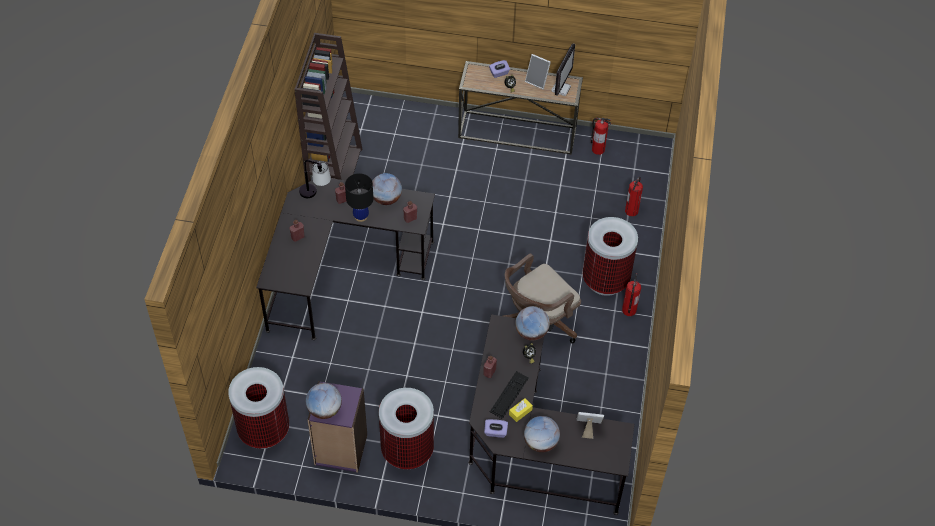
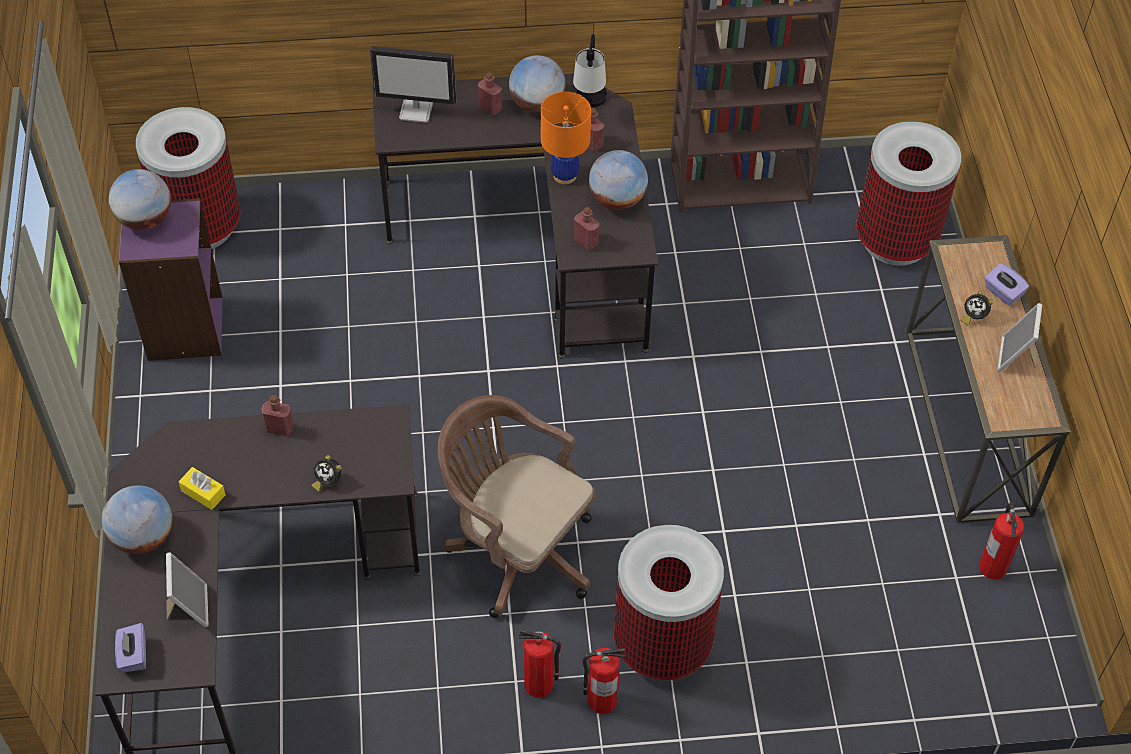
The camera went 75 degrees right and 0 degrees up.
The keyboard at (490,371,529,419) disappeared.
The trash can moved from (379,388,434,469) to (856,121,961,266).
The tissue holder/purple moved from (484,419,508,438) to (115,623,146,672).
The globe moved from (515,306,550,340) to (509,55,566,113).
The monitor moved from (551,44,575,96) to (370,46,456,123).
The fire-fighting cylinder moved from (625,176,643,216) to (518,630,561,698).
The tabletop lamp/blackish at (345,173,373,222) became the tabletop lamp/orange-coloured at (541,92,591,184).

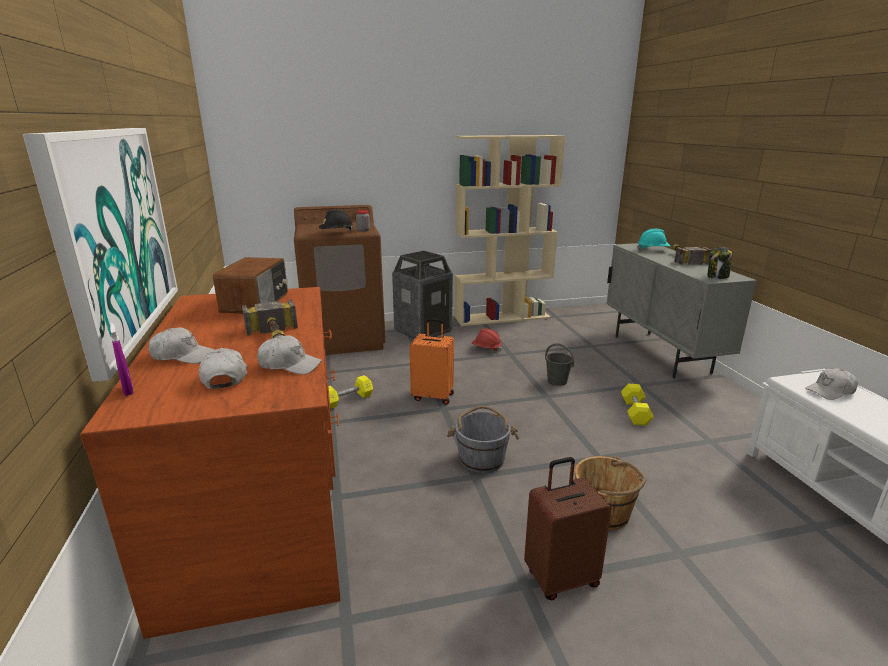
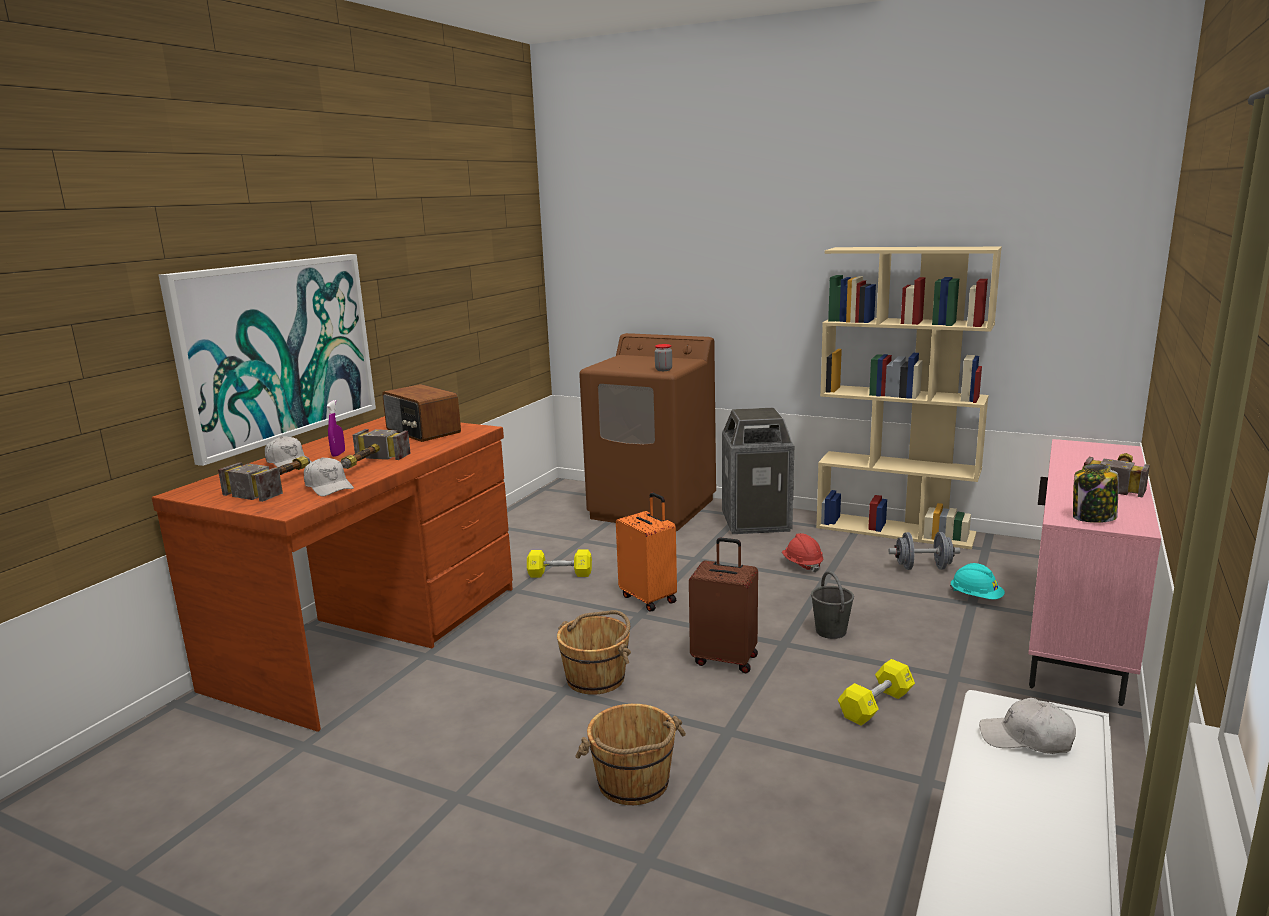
The camera went 40 degrees right and 5 degrees down.
The hard hat/blackish at (319,209,353,231) disappeared.
The dumbbell/gray at (889,532,960,570) appeared.
The hand sprayer/purple moved from (110,323,134,396) to (327,400,345,457).
The piece of luggage/brown moved from (524,457,612,600) to (689,537,758,673).
The hard hat/blue-green moved from (637,229,671,250) to (950,563,1005,599).
The baseball cap/white at (199,348,247,389) was replaced by the tool hammer at (218,456,310,502).
The water bucket/gray at (447,406,519,473) became the water bucket/brown at (557,610,631,695).
The cupboard/gray at (606,243,757,379) became the cupboard/pink-coloured at (1028,439,1161,706).
The radio set at (213,257,288,313) turned 90 degrees clockwise.

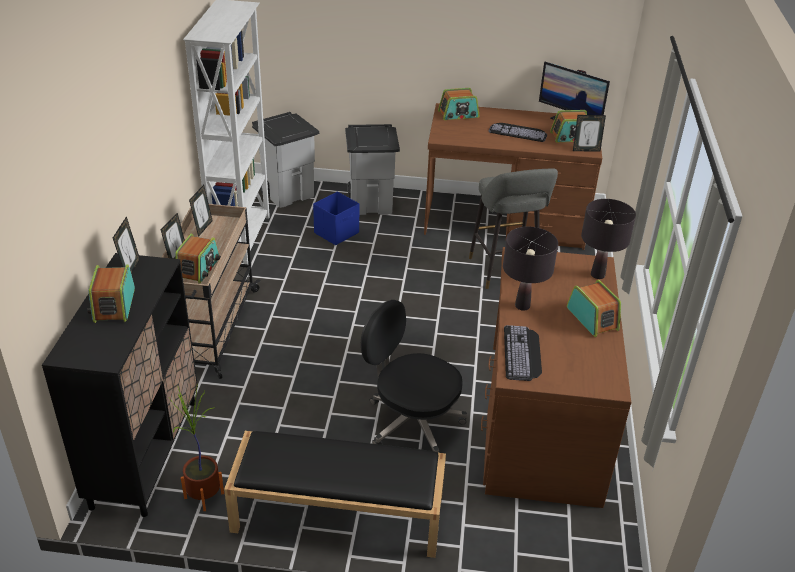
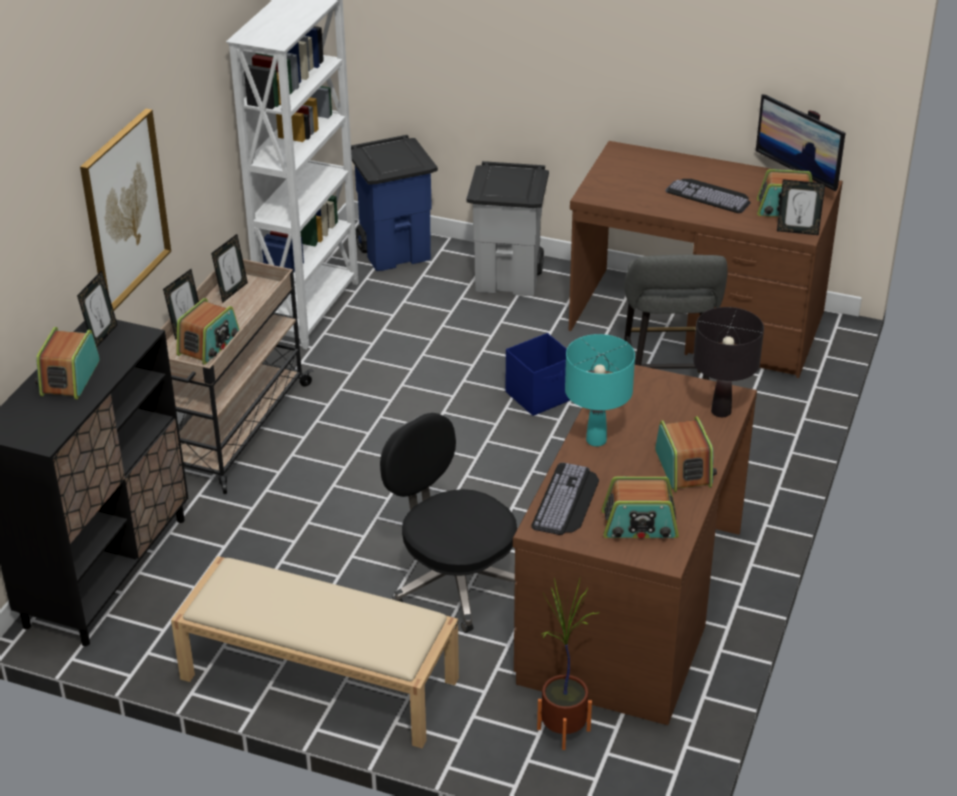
The camera went 15 degrees right and 0 degrees up.
The wall art at (80,109,171,311) appeared.
The potted plant moved from (169,388,224,511) to (537,578,599,750).
The storage bin/blue-coloured moved from (313,192,359,245) to (506,333,570,416).
The radio set moved from (438,88,480,120) to (602,476,679,539).
The bench/blackish at (224,431,446,558) became the bench/beige at (171,556,459,748).
The trash can/gray at (252,112,319,208) became the trash can/blue-coloured at (351,135,438,271).
The tabletop lamp/blackish at (503,227,558,311) became the tabletop lamp/blue-green at (565,334,635,447).

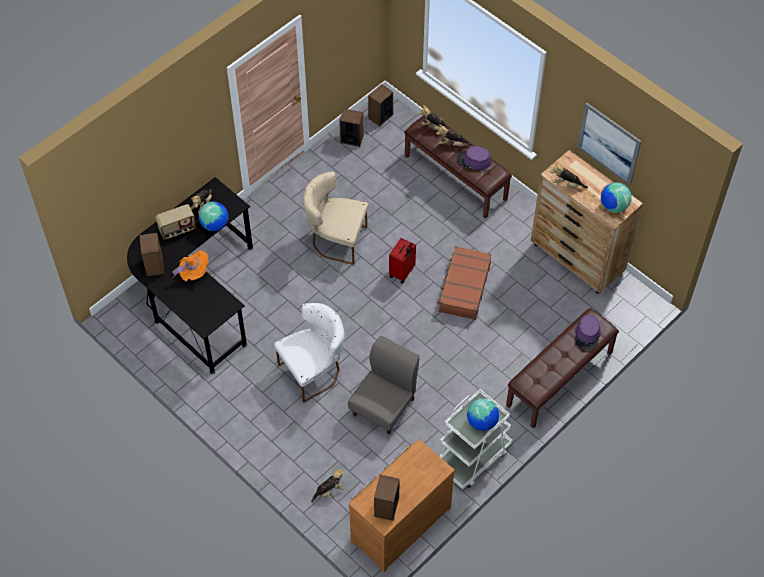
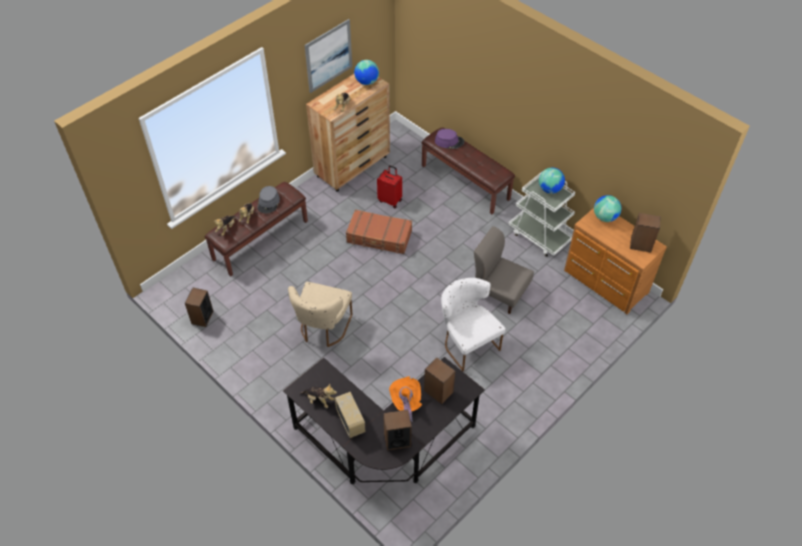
The camera went 90 degrees left and 5 degrees down.
The plush toy at (311,468,344,503) disappeared.
The globe moved from (199,202,228,231) to (594,195,622,222).
The audio speaker moved from (368,84,393,126) to (424,358,455,404).
The piece of luggage/reddish moved from (389,238,416,283) to (377,165,402,208).
The clothing hat/purple at (456,146,491,170) became the clothing hat/gray at (257,186,280,214).

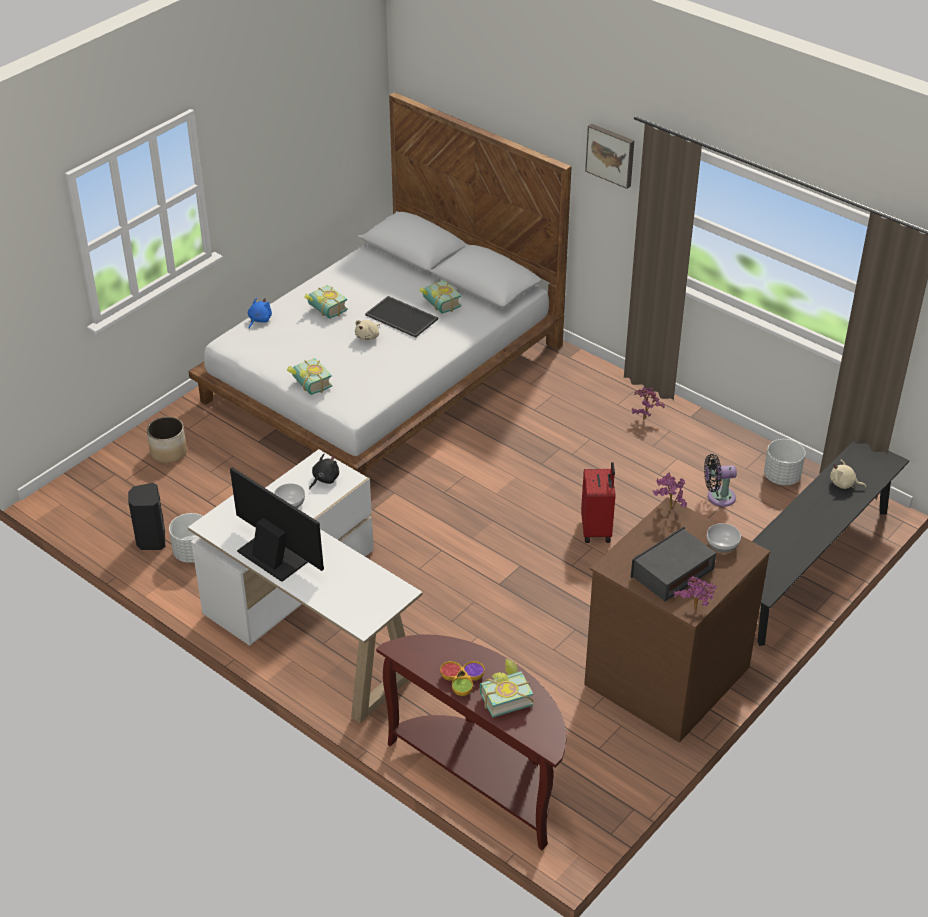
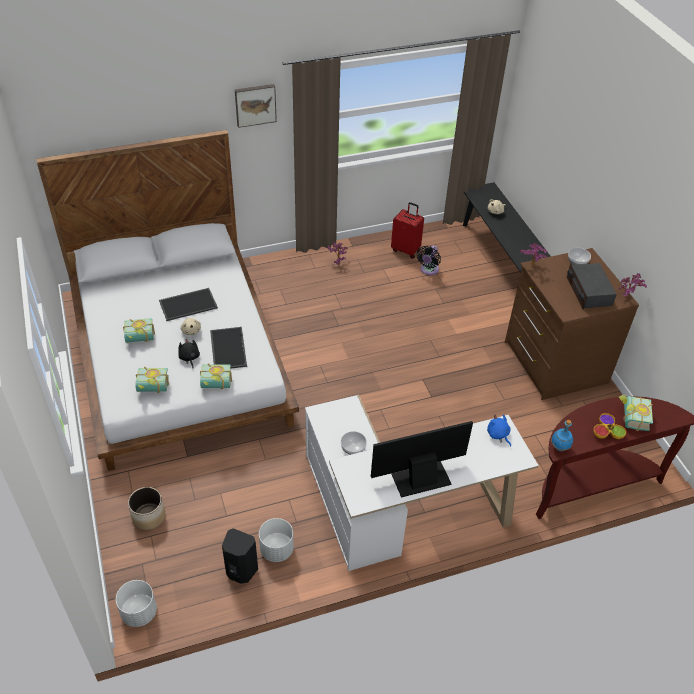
The camera went 60 degrees left and 5 degrees up.
The tray at (210,327,247,369) appeared.
The beverage bottle/blue-coloured at (551,420,573,451) appeared.
The plush toy/blue-coloured moved from (248,297,272,329) to (487,414,511,447).
The plush toy/blackish moved from (309,454,339,489) to (178,339,200,368).
The bound book moved from (419,280,461,314) to (135,367,169,393).
The piece of luggage/reddish moved from (581,462,615,543) to (391,202,424,259).
The planter/white moved from (764,439,805,485) to (116,580,157,627).

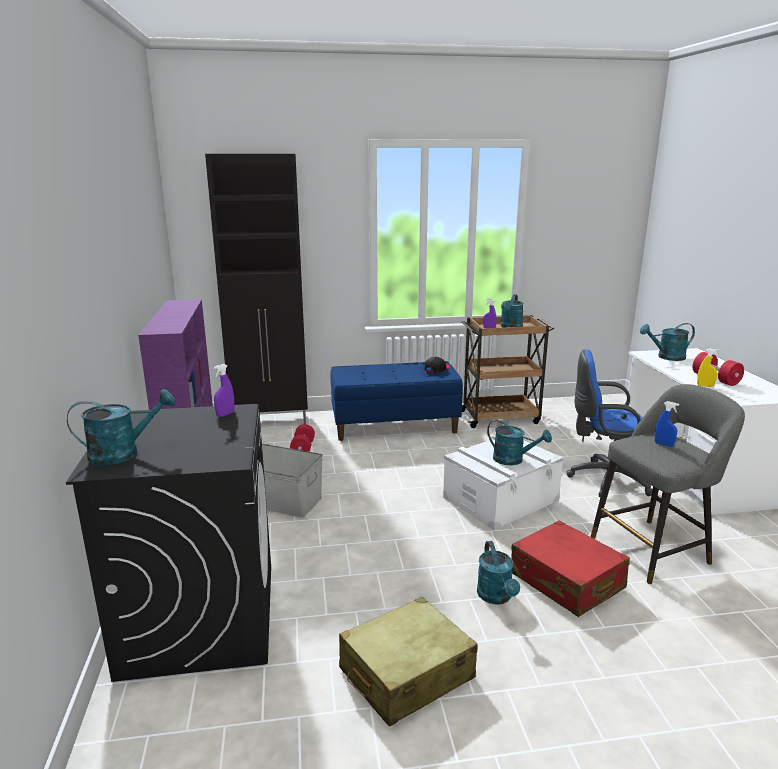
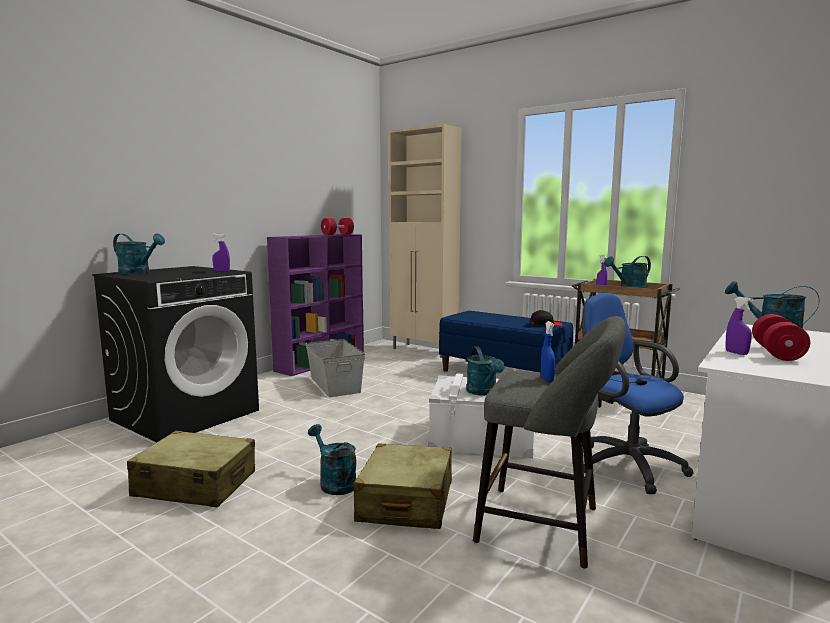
The camera went 45 degrees right and 10 degrees down.
The dumbbell/reddish moved from (290,424,315,452) to (321,218,354,235).
The cupboard/blackish at (205,154,308,424) became the cupboard/beige at (389,124,462,358).
The piece of luggage/reddish at (511,521,630,617) became the piece of luggage/beige at (353,443,452,529).
The hand sprayer/yellow at (697,348,720,387) became the hand sprayer/purple at (726,297,753,355).
The watering can/blue-green at (477,541,520,605) turned 105 degrees clockwise.

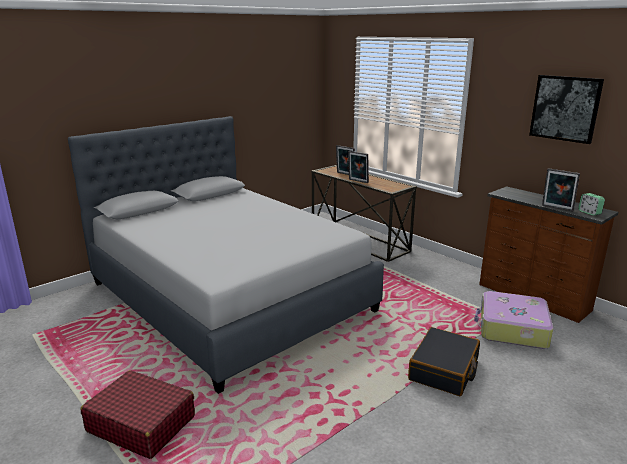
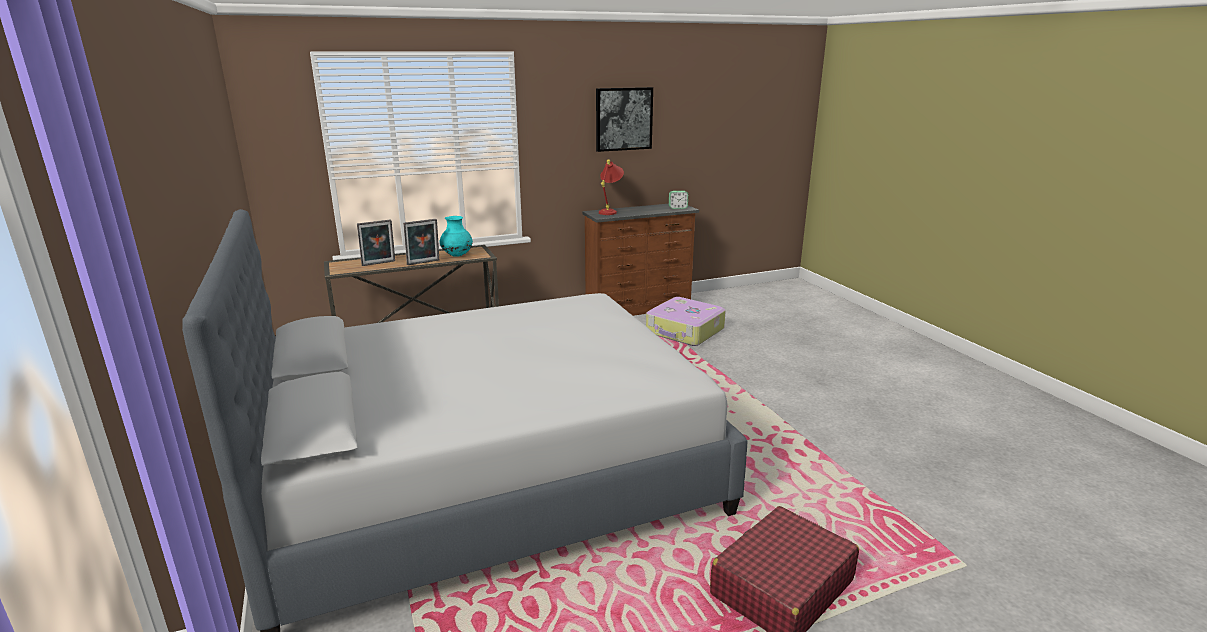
The camera went 70 degrees left and 0 degrees up.
The piece of luggage/blackish at (408,327,480,396) disappeared.
The picture frame at (542,168,580,211) disappeared.
The decorative vase/blue-green at (440,216,473,257) appeared.
The tabletop lamp/reddish at (599,159,624,215) appeared.

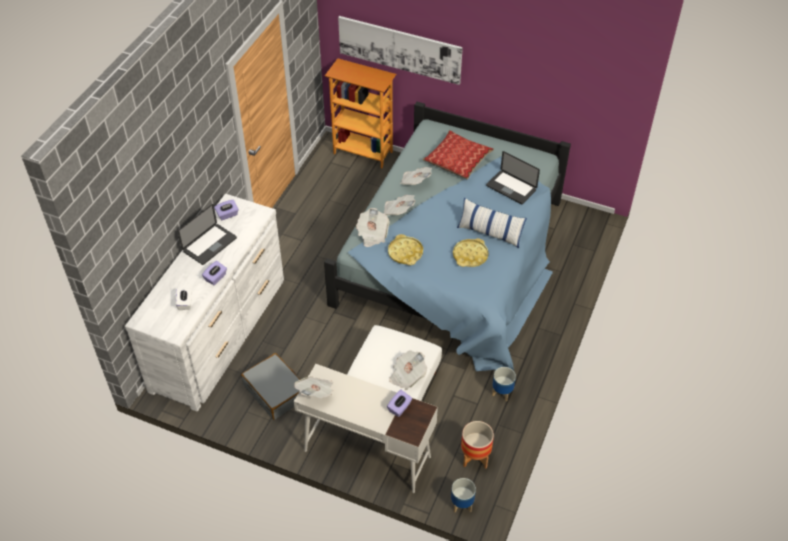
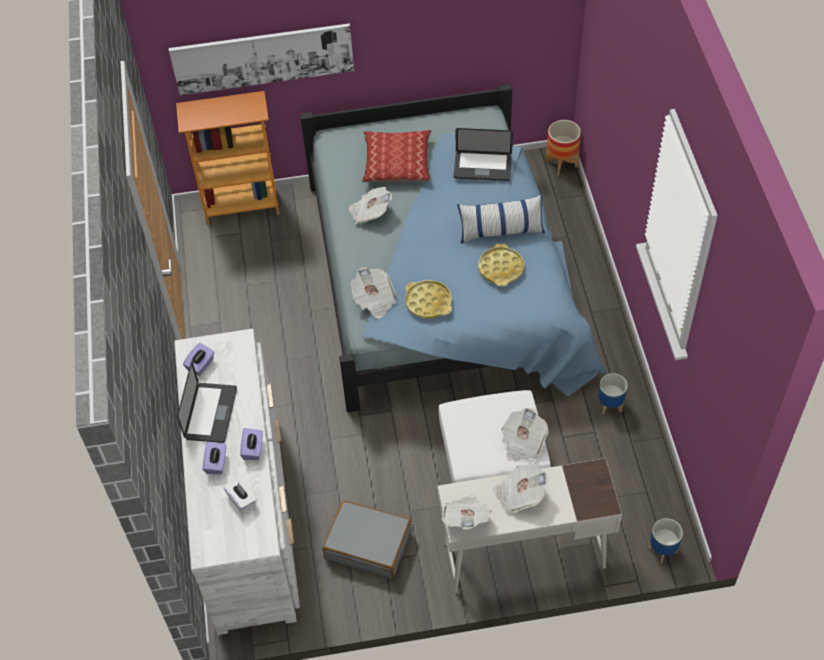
The camera went 30 degrees left and 5 degrees up.
The newspaper moved from (384,195,415,216) to (493,463,549,512).
The tissue holder/purple moved from (387,390,412,417) to (203,442,226,474).
The planter moved from (461,421,494,469) to (545,120,581,176).

